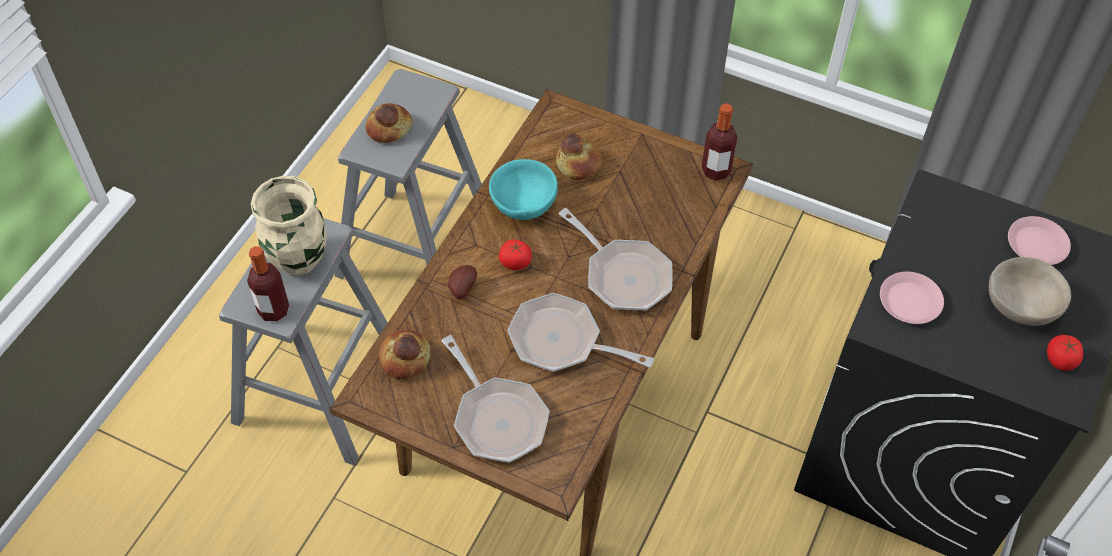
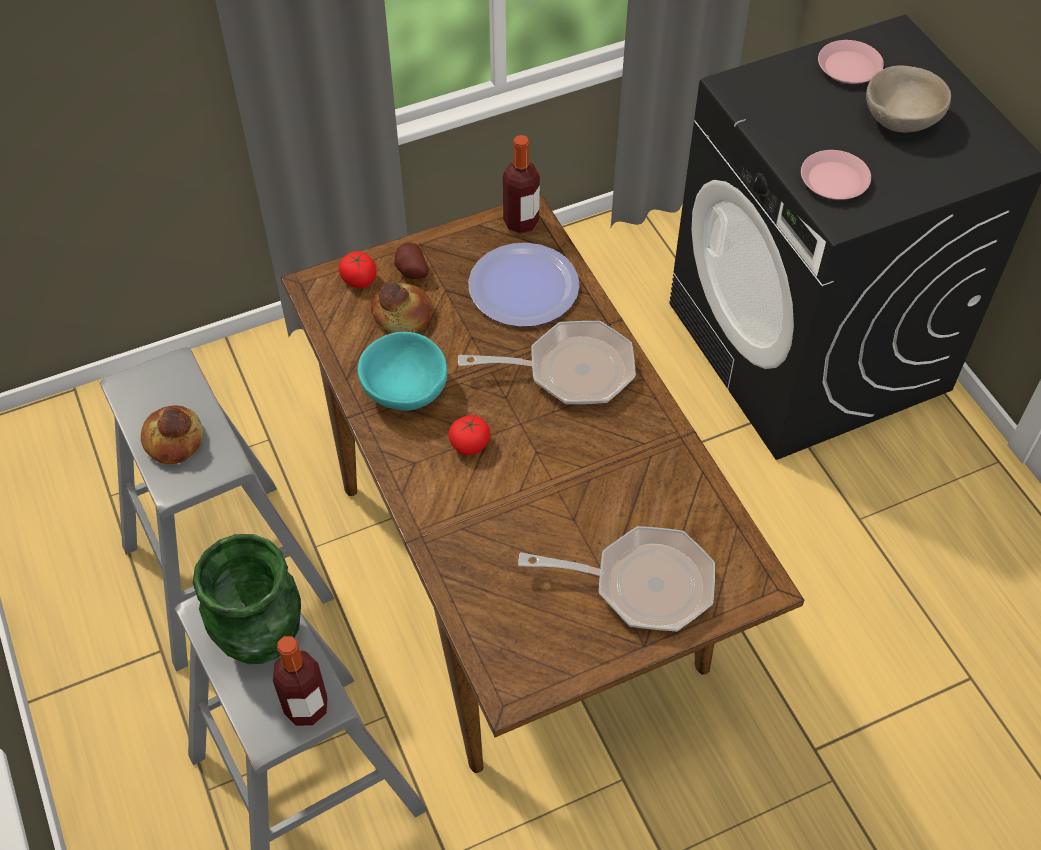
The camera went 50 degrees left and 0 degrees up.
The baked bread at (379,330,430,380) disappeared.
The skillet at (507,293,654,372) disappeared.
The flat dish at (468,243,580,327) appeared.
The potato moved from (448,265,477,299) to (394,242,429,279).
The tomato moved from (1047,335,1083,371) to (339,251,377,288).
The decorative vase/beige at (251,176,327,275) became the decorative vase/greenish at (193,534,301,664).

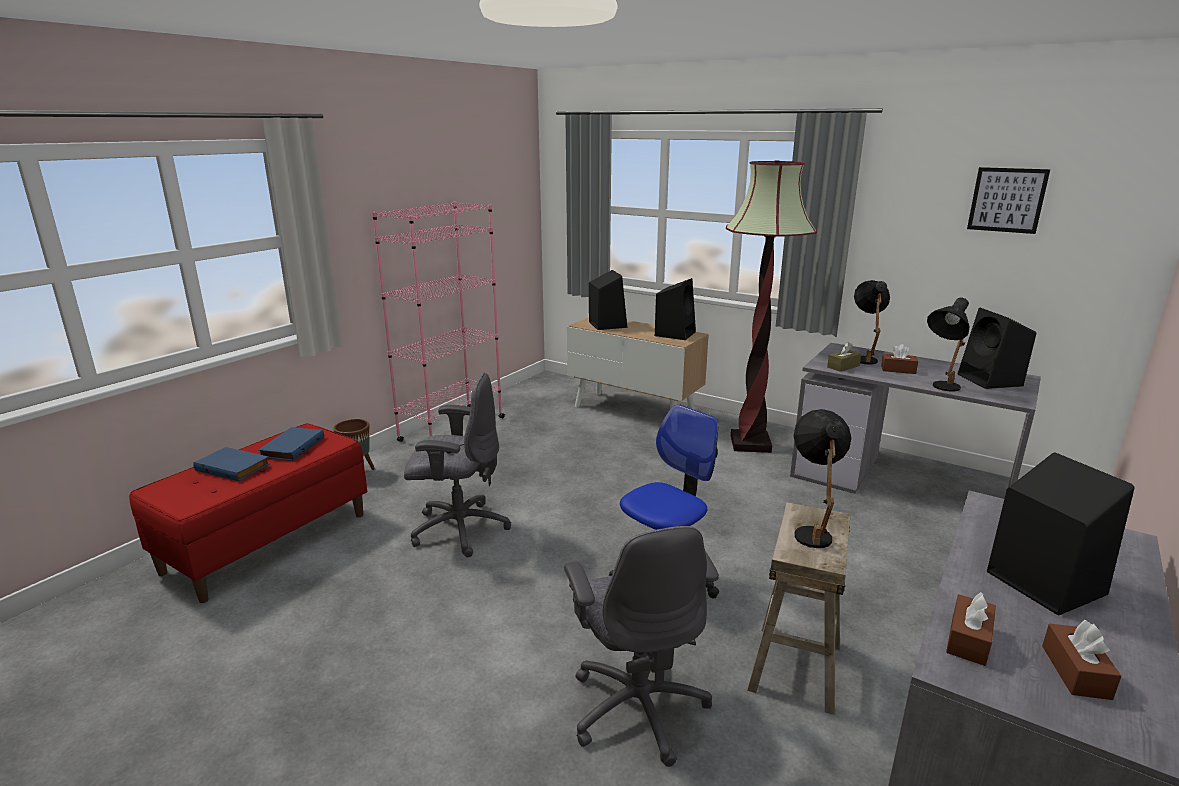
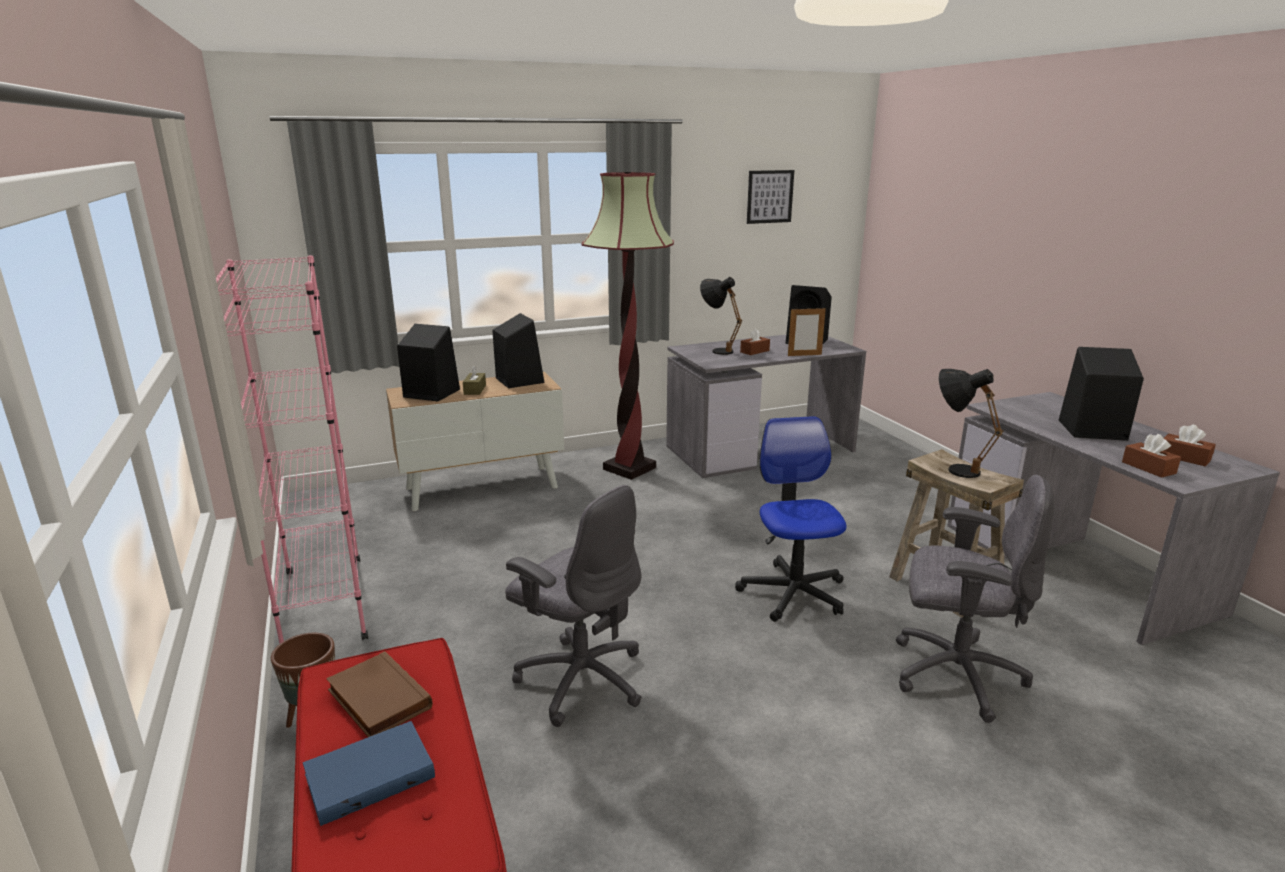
The camera went 55 degrees left and 0 degrees up.
The tissue holder/brown moved from (827,342,861,372) to (463,365,486,395).
The tabletop lamp/blackish at (927,298,969,392) was replaced by the picture frame at (788,307,826,356).
The bound book/blue-coloured at (258,427,324,461) became the bound book/brown at (326,651,433,737).
The desk chair/gray at (404,372,511,557) turned 90 degrees clockwise.

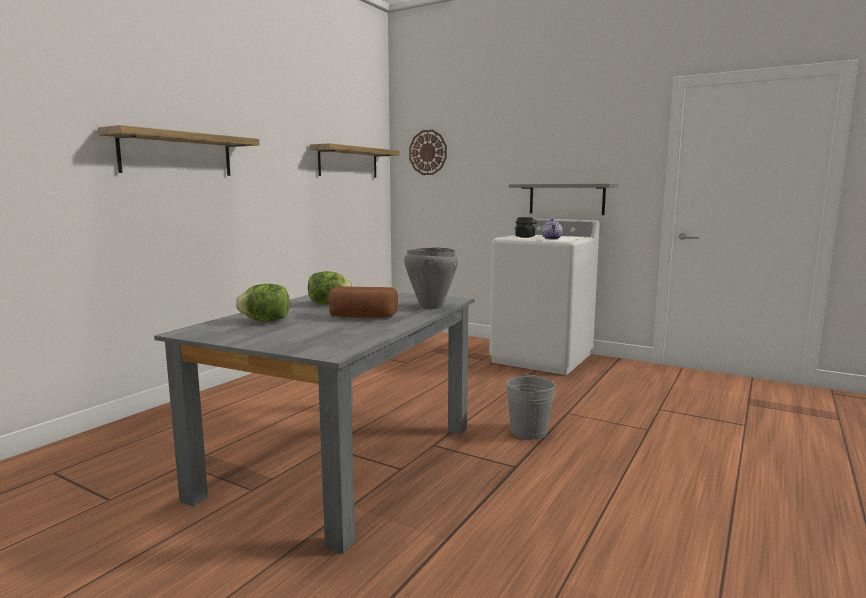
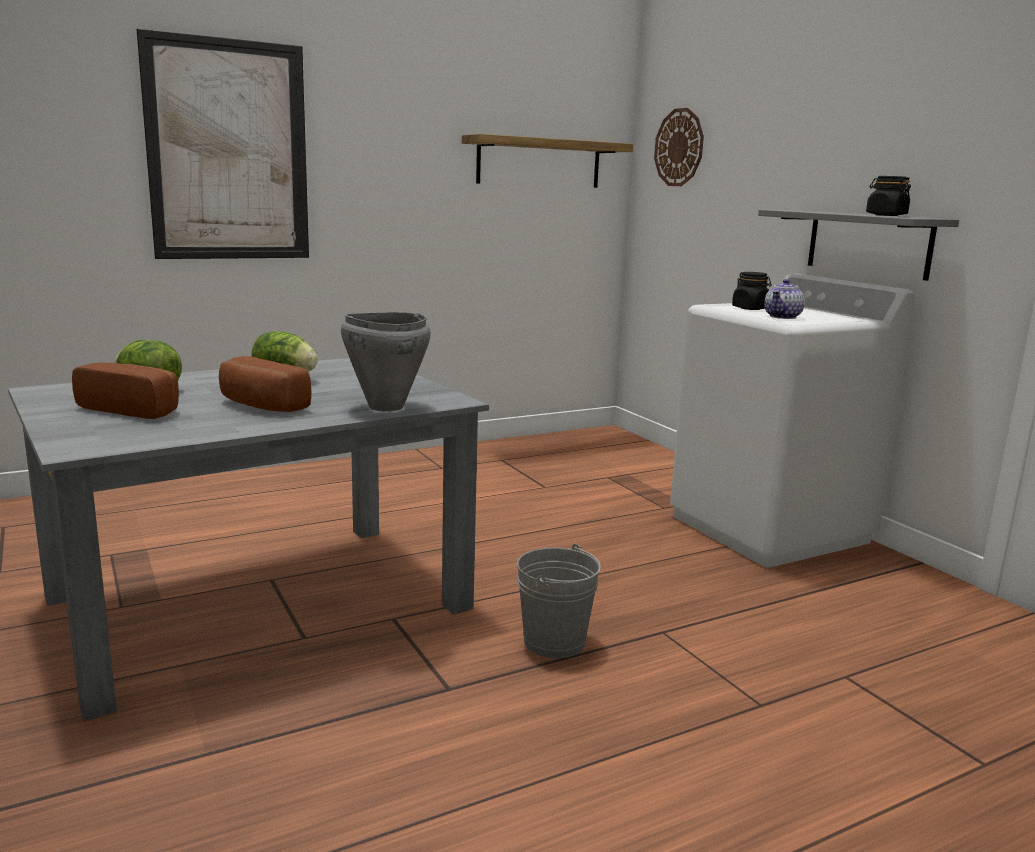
The camera went 30 degrees right and 5 degrees up.
The baked bread at (72,363,179,419) appeared.
The storage jar/blackish at (866,176,911,216) appeared.
The bracket shelf at (98,125,260,176) was replaced by the wall art at (136,29,309,259).

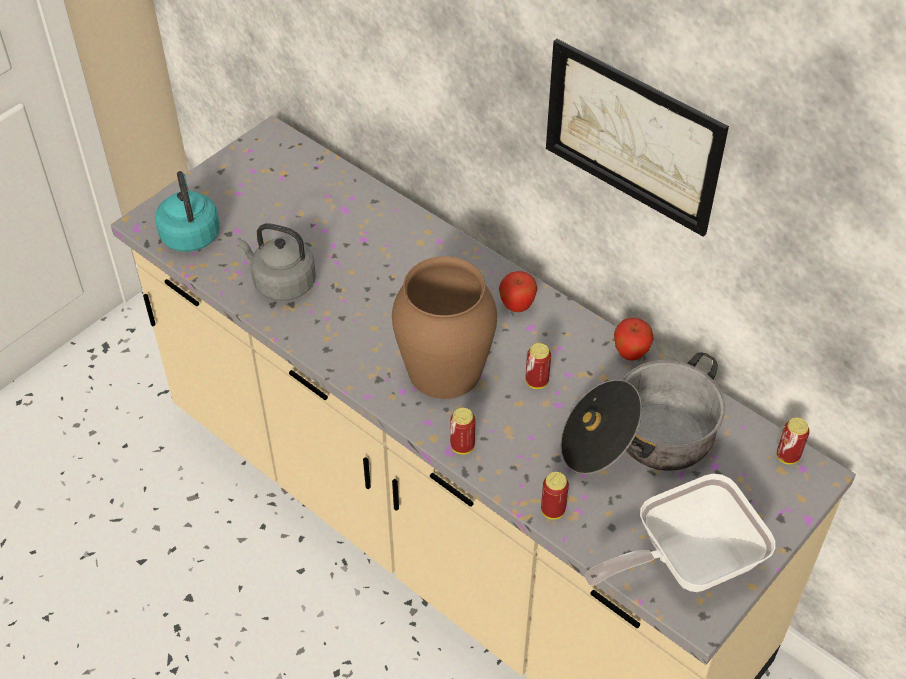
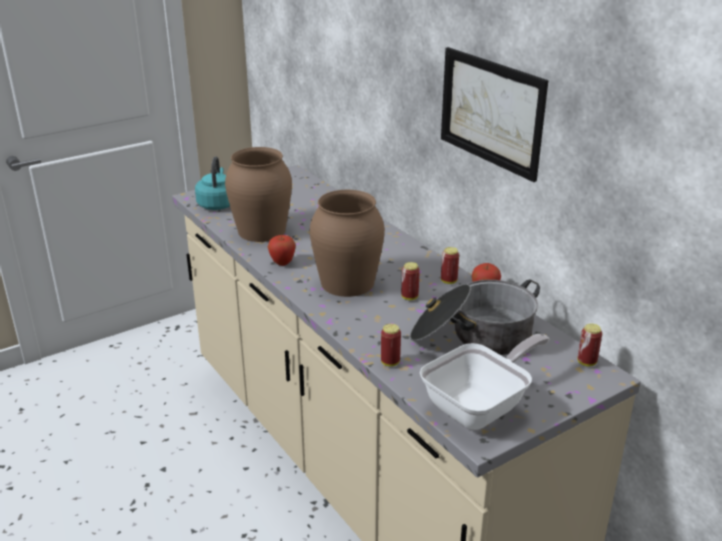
The camera went 15 degrees right and 20 degrees down.
The sealed can moved from (450,408,475,454) to (441,247,459,284).
The apple fruit moved from (499,271,537,312) to (268,235,296,266).
The water kettle/gray at (237,223,316,301) was replaced by the decorative vase/brown at (225,147,292,242).
The skillet at (585,474,776,592) turned 150 degrees clockwise.

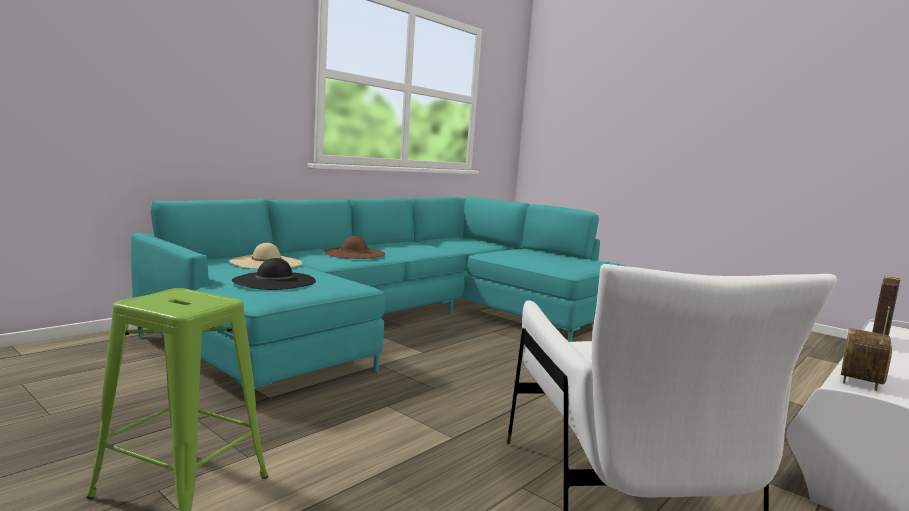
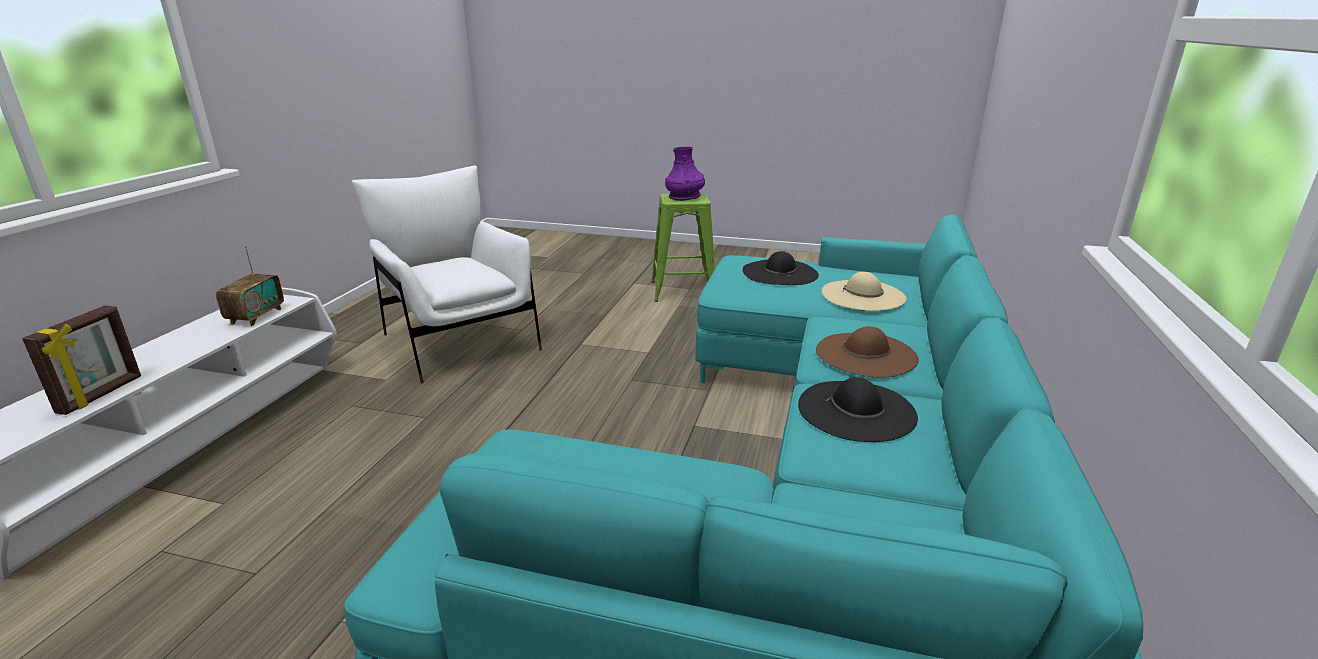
The camera went 155 degrees right and 15 degrees up.
The decorative vase/purple at (665,147,705,201) appeared.
The clothing hat/blackish at (798,377,918,442) appeared.

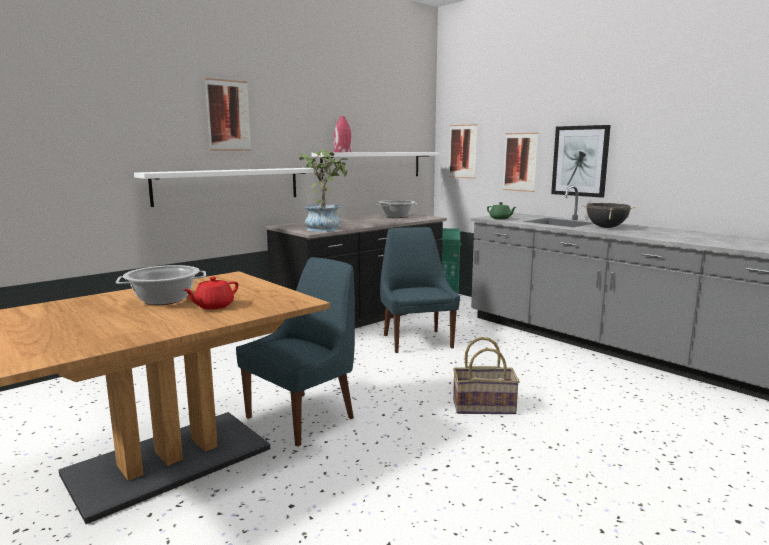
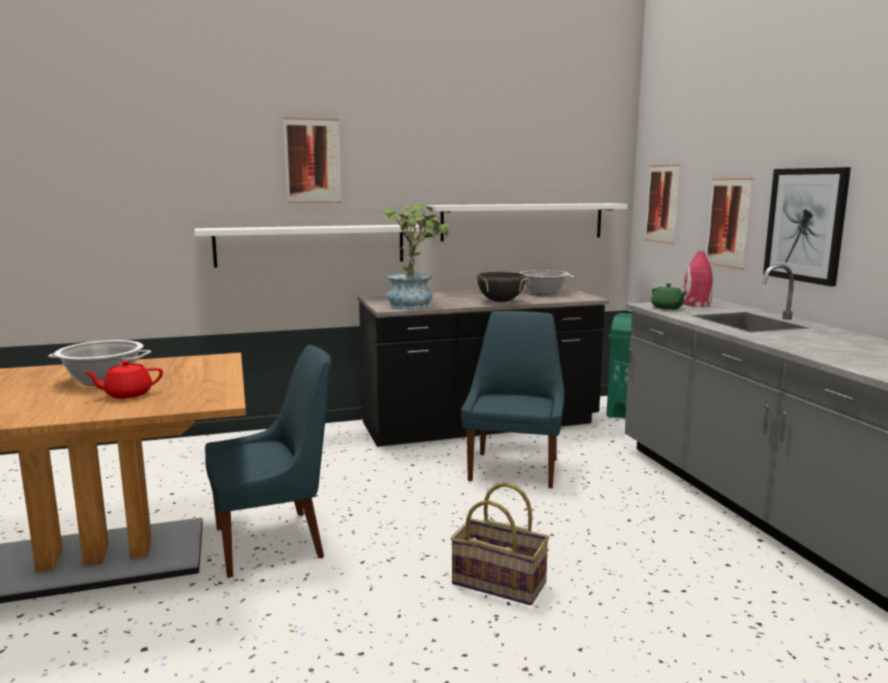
The camera went 25 degrees right and 0 degrees up.
The decorative vase/reddish moved from (334,116,352,152) to (683,251,713,307).
The cooking pot/blackish moved from (581,203,636,228) to (477,272,527,302).

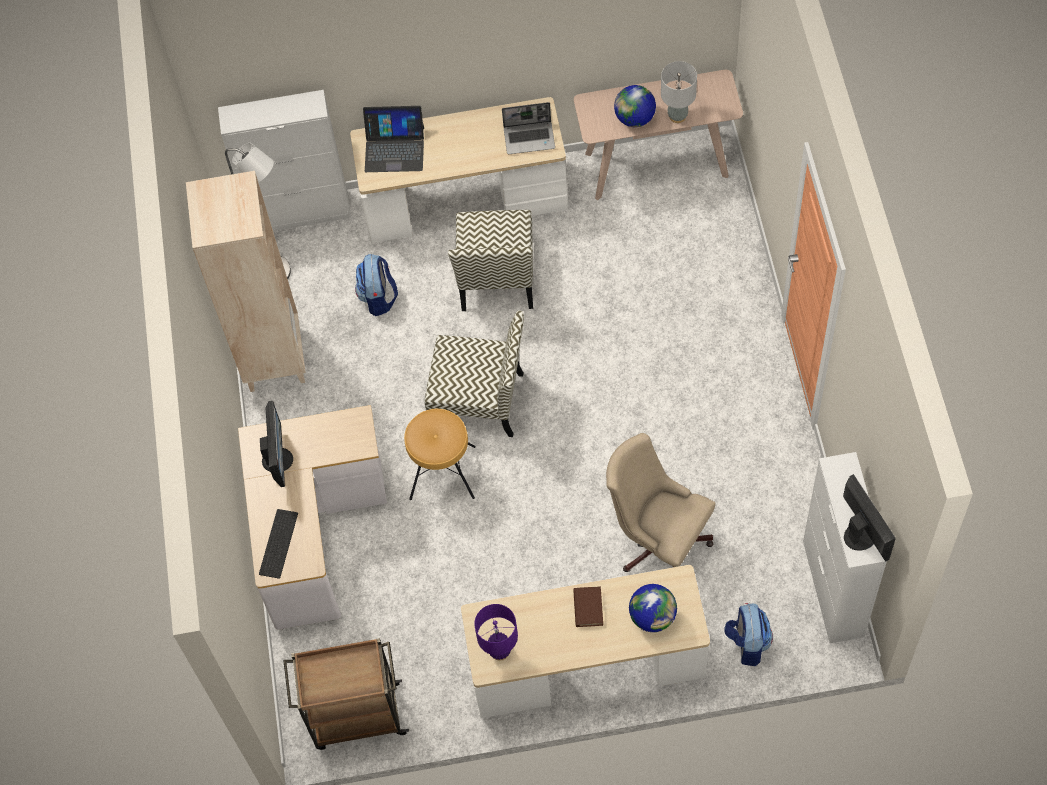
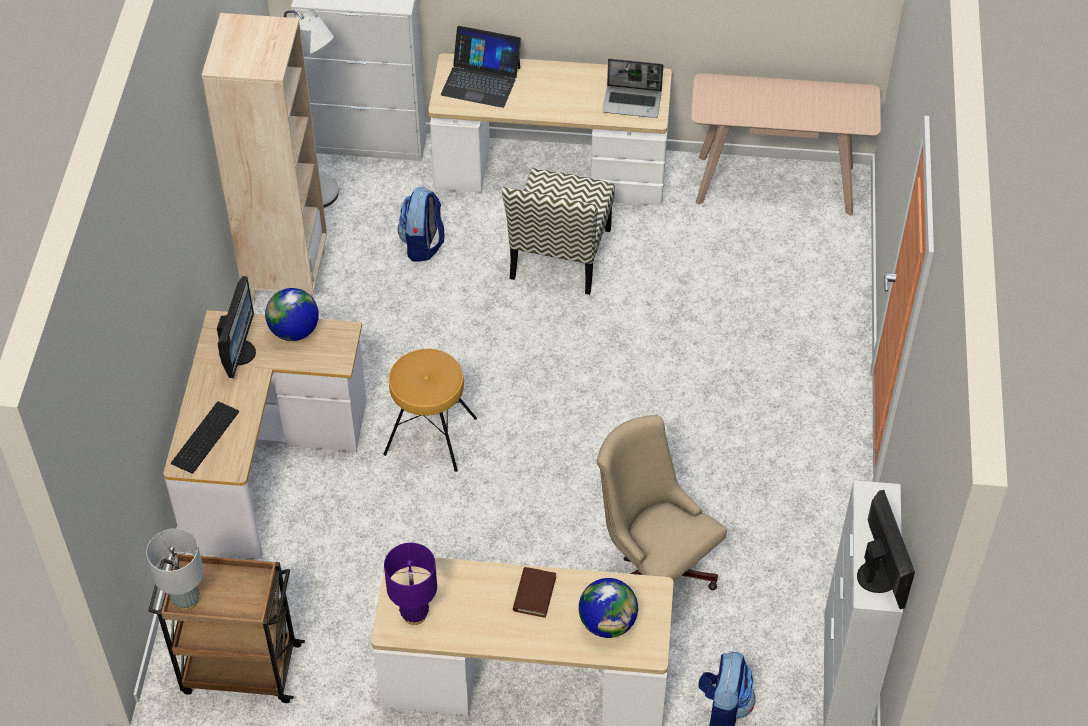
The camera went 10 degrees right and 10 degrees down.
The chair at (424,311,524,437) disappeared.
The globe moved from (614,85,656,127) to (265,288,319,341).
The tabletop lamp/gray moved from (661,61,697,123) to (146,528,204,611).

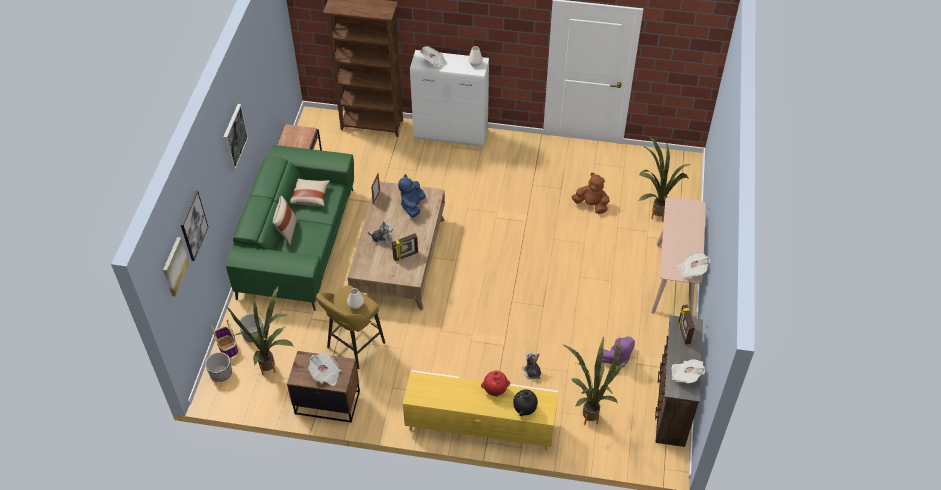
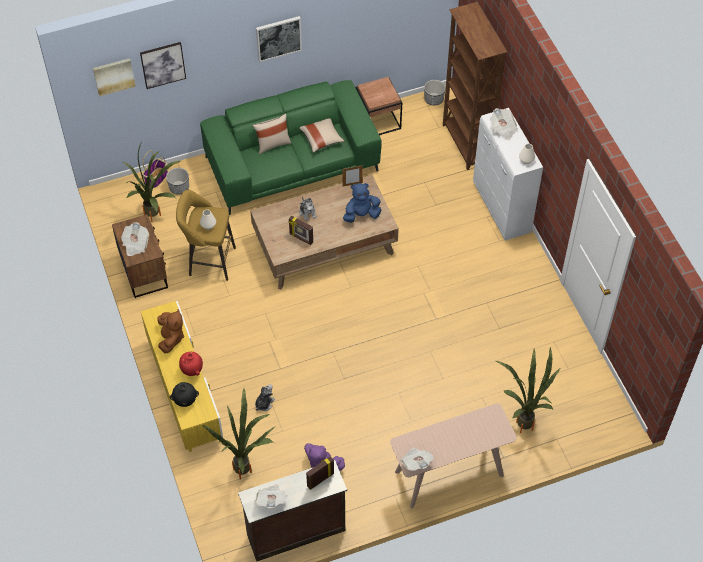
The camera went 60 degrees right and 5 degrees up.
The planter moved from (205,352,232,382) to (424,80,446,106).
The plush toy/brown moved from (572,173,610,214) to (157,309,184,353).

